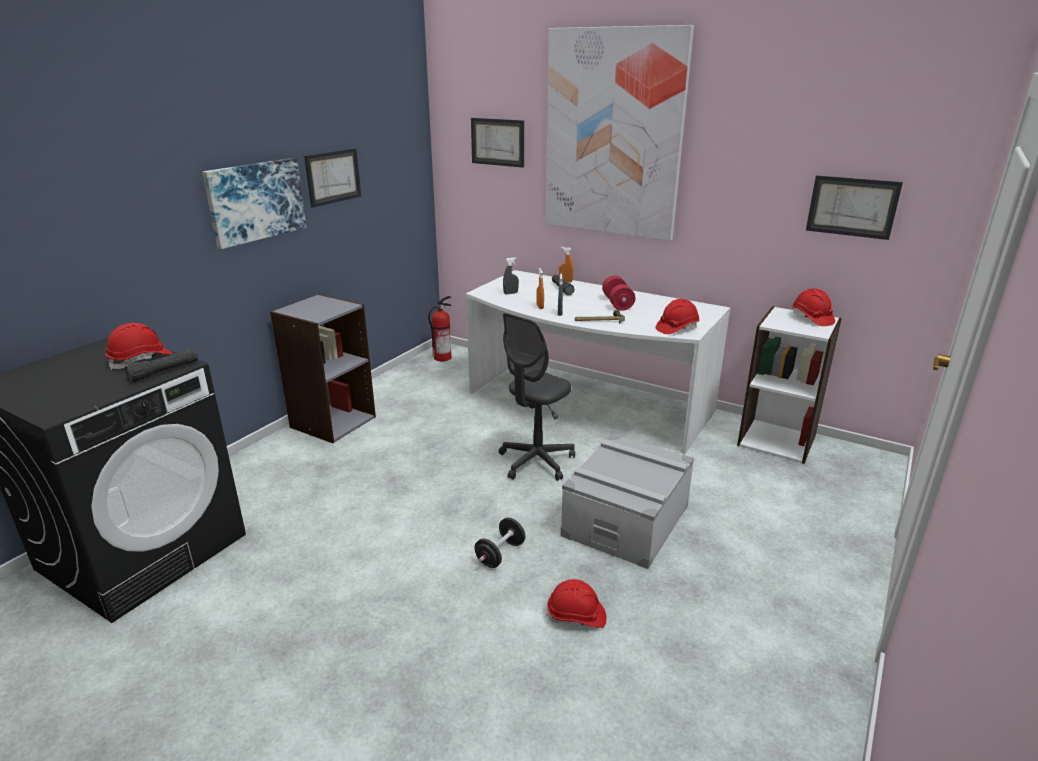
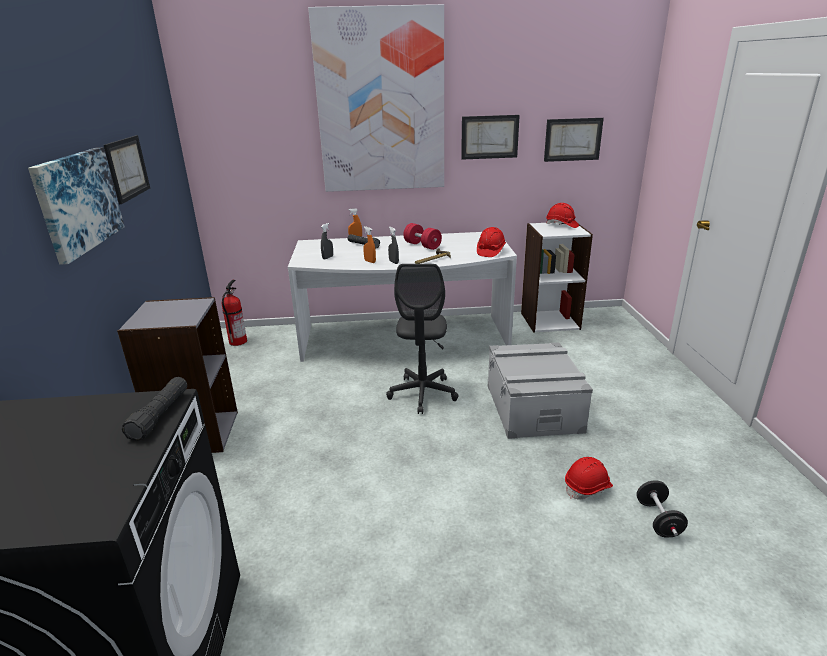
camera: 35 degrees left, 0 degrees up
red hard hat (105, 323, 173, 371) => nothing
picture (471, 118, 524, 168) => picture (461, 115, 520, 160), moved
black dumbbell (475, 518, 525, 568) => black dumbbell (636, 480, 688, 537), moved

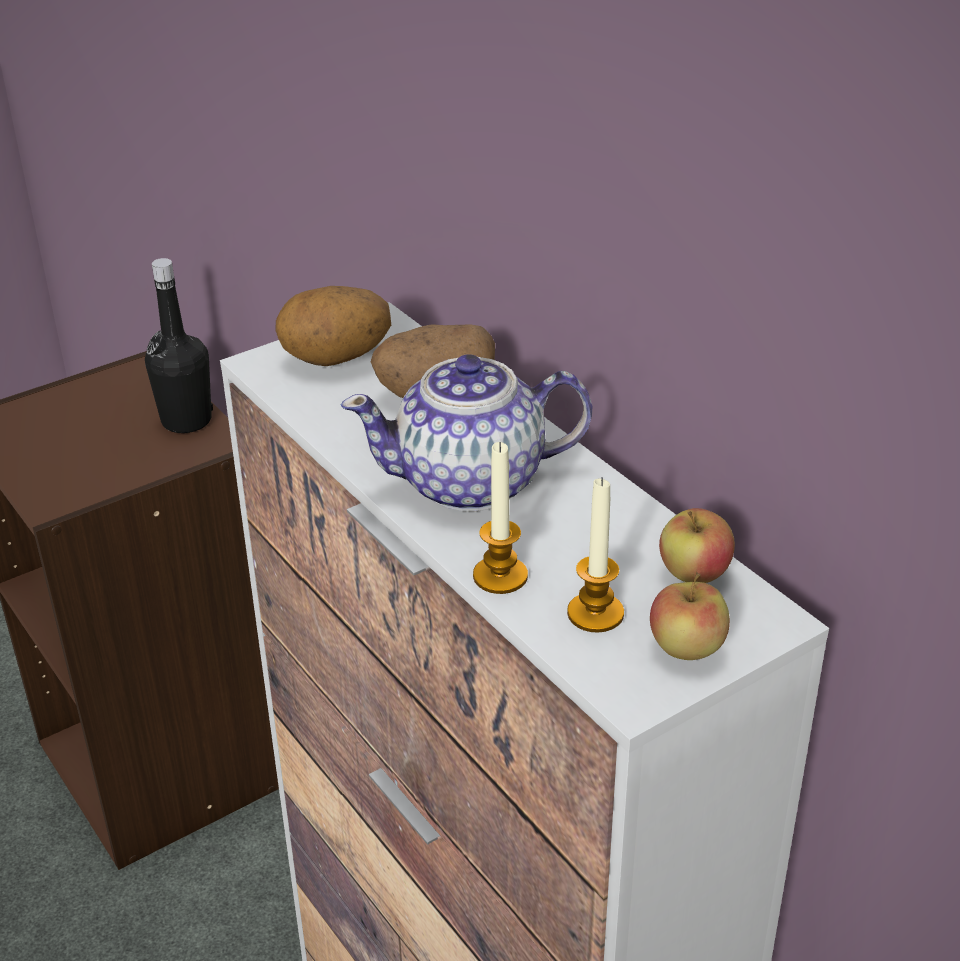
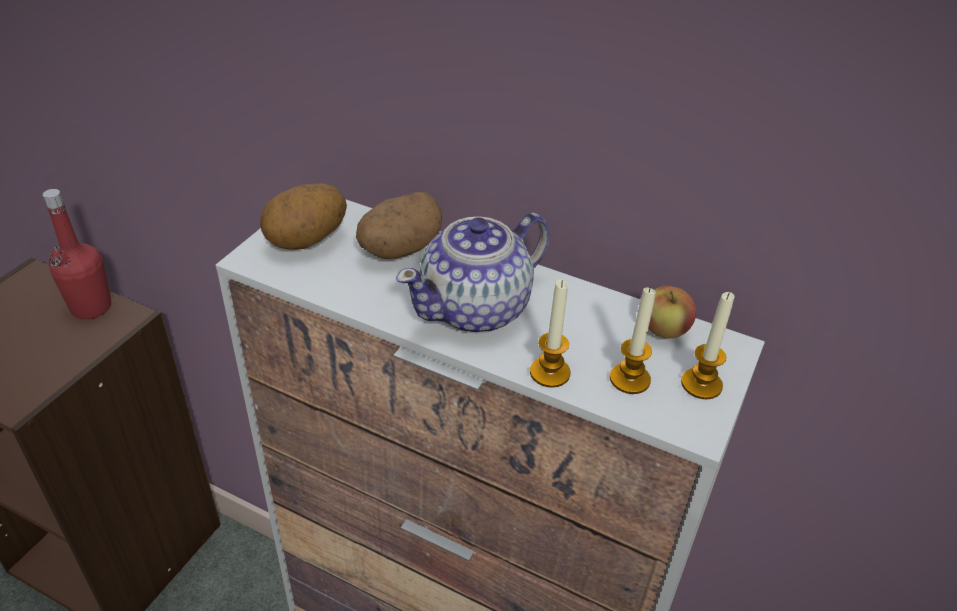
camera: 30 degrees left, 5 degrees up
black bottle (145, 258, 213, 433) => red bottle (43, 189, 111, 319)
apple (650, 572, 730, 660) => candle (681, 292, 735, 399)

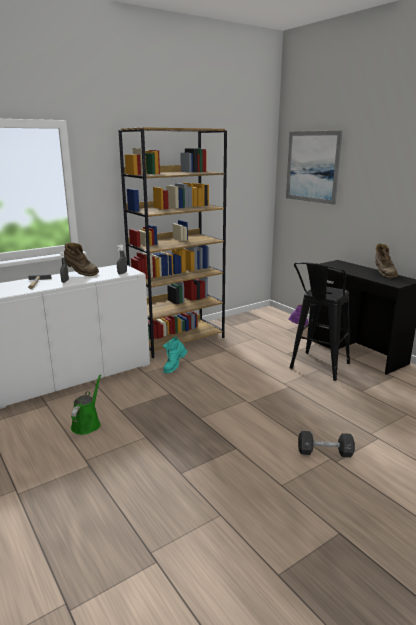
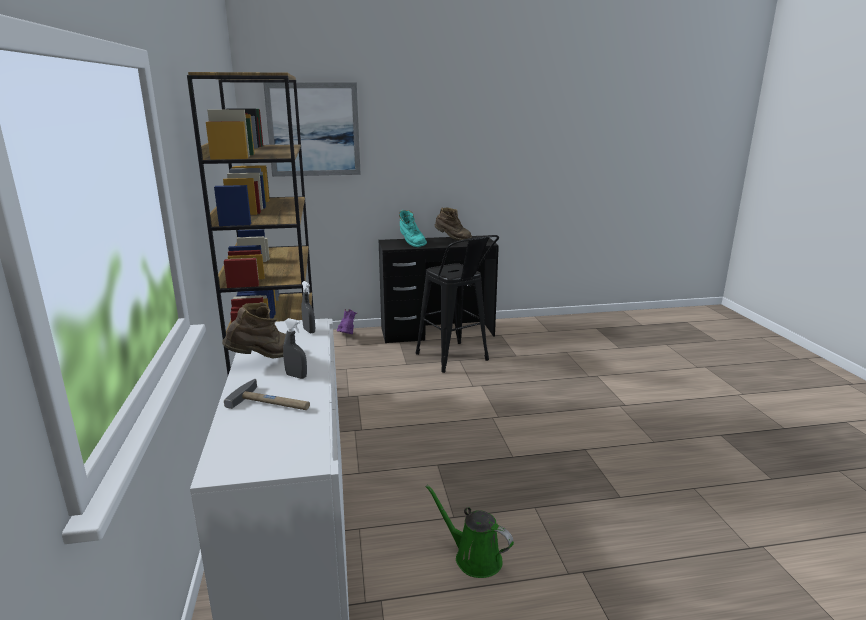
camera: 65 degrees left, 0 degrees up
turquoise boot (163, 337, 187, 373) => turquoise boot (399, 210, 427, 247), moved
black dumbbell (298, 431, 355, 458) => nothing

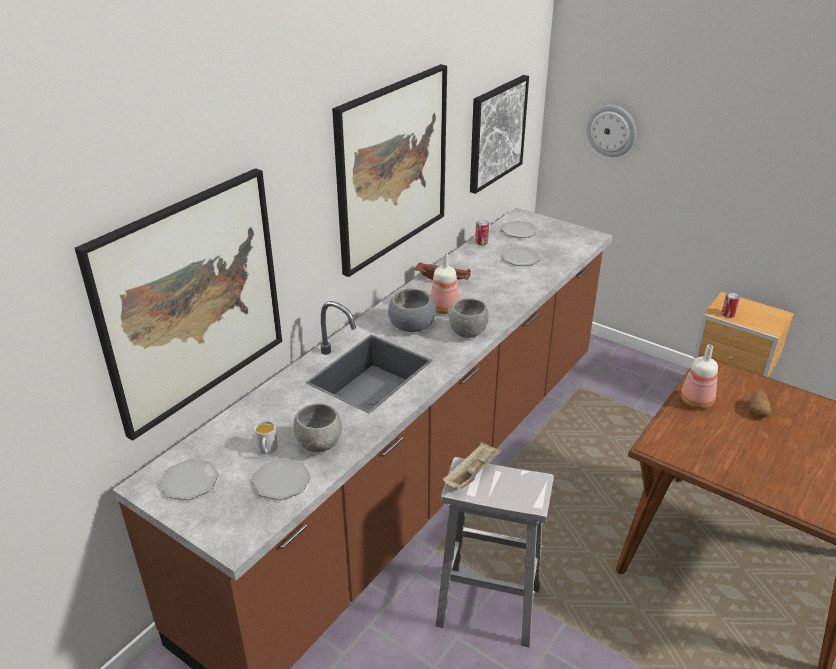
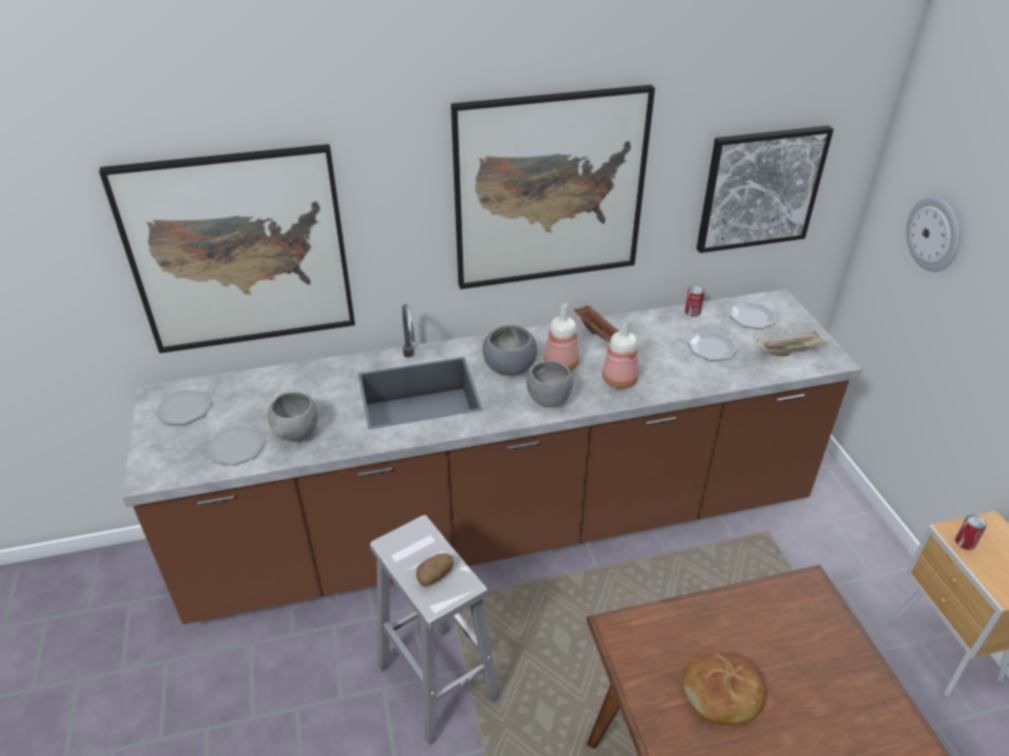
camera: 40 degrees right, 5 degrees up
white mug (254, 421, 278, 454) => nothing
beige tray (443, 442, 502, 490) => beige tray (757, 331, 828, 356), moved
bottle (681, 345, 718, 409) => bottle (602, 318, 639, 388), moved
potato (749, 390, 771, 418) => potato (416, 553, 454, 586), moved
nothing => bread (682, 653, 765, 725)

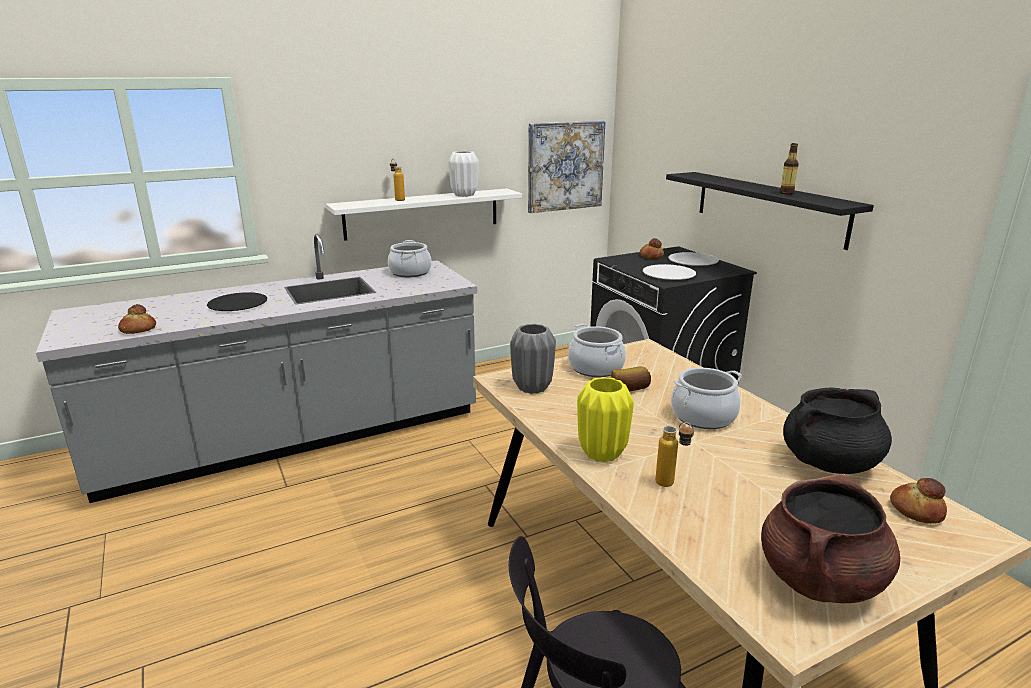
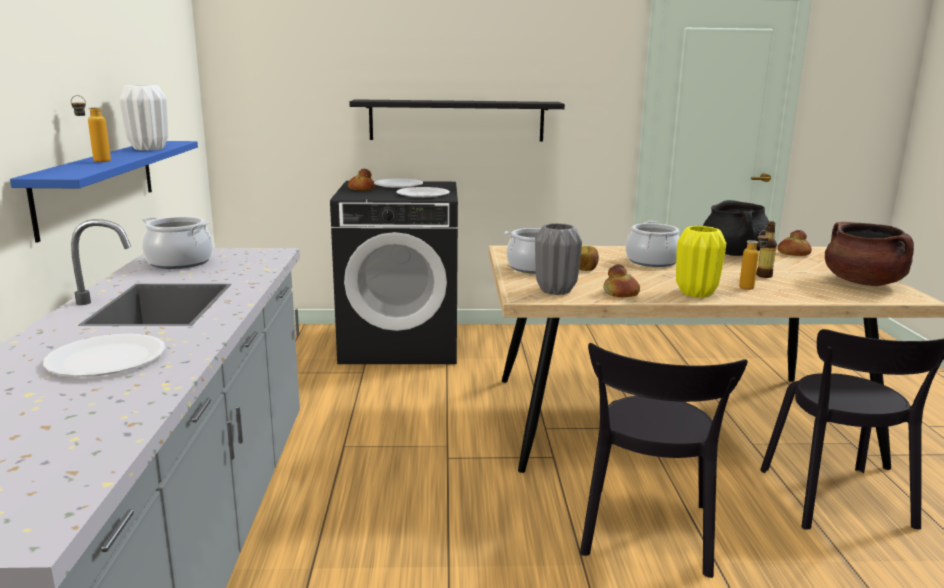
camera: 65 degrees left, 5 degrees down
bread (118, 304, 156, 334) => bread (603, 264, 640, 297), moved
black plate (207, 292, 267, 311) => white plate (43, 334, 165, 377)
white shelf (326, 188, 522, 241) => blue shelf (10, 141, 198, 242)
picture (528, 121, 606, 213) => nothing
bottle (780, 143, 799, 195) => bottle (756, 221, 777, 278), moved
nothing => black chair (580, 343, 748, 578)

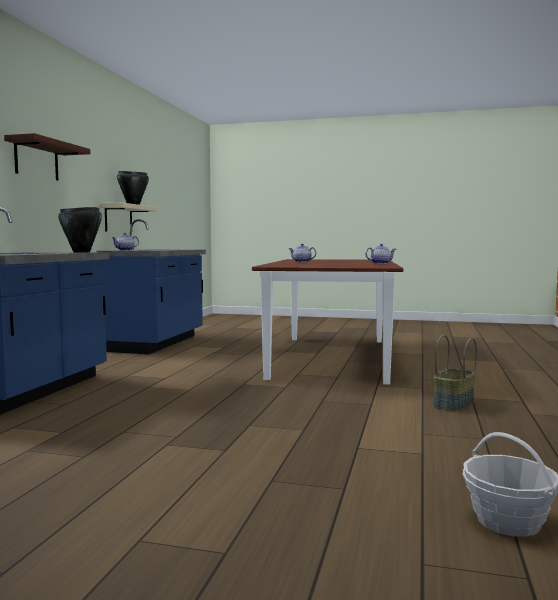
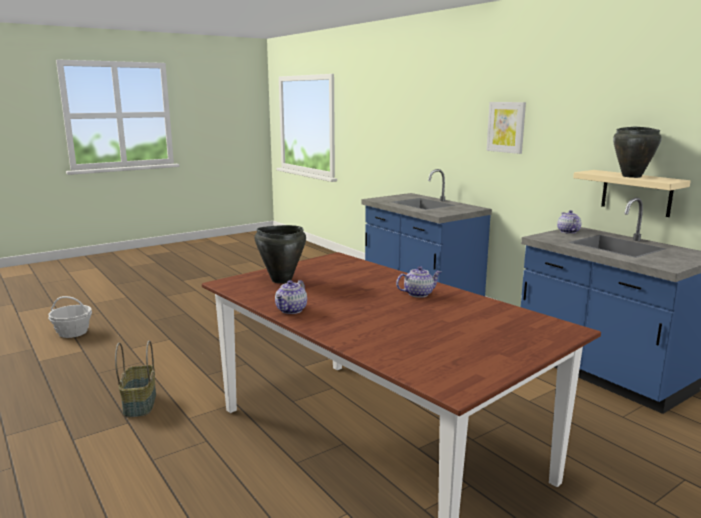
camera: 130 degrees right, 10 degrees up
brown shelf (4, 133, 90, 181) => picture (487, 102, 526, 154)
black cooking pot (58, 207, 102, 252) => black cooking pot (255, 225, 306, 283), moved

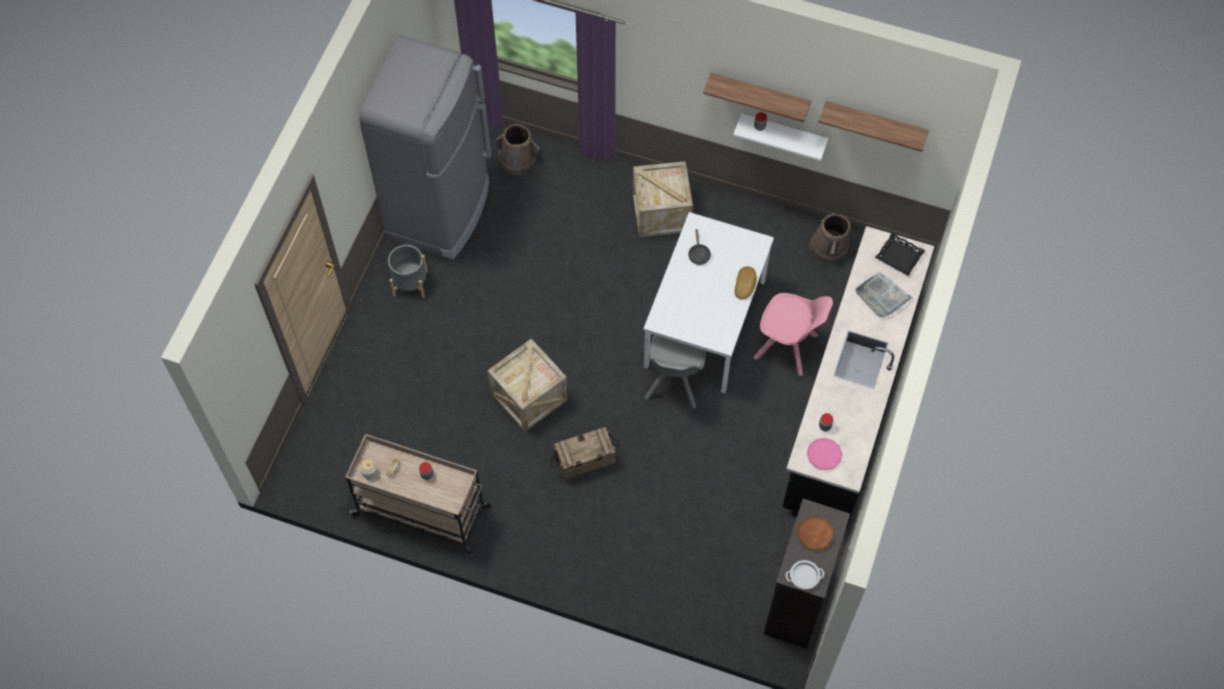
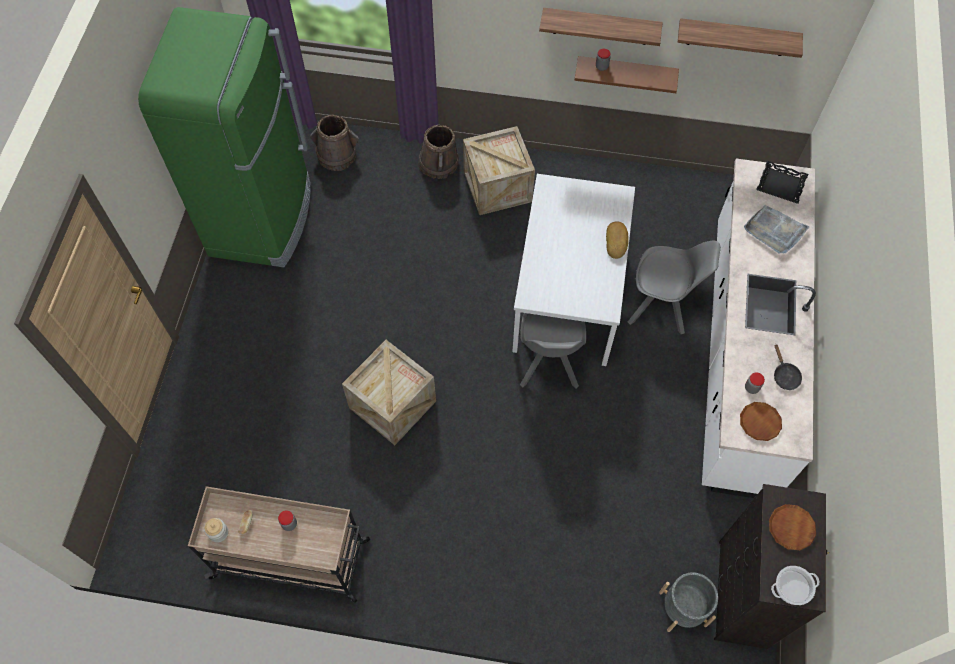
camera: 10 degrees left, 0 degrees up
grey fridge (359, 36, 491, 259) => green fridge (138, 7, 311, 267)
grey planter (388, 245, 428, 298) => grey planter (659, 572, 718, 632), moved
crate (551, 427, 619, 481) => nothing
black frying pan (688, 229, 711, 265) => black frying pan (774, 345, 802, 390), moved
white shelf (733, 113, 828, 161) => brown shelf (575, 56, 679, 93)
pink chair (753, 293, 833, 376) => grey chair (628, 241, 721, 334)
black counter (782, 226, 934, 528) => white counter (702, 159, 816, 498)
pink plate (807, 438, 842, 470) => brown plate (740, 402, 782, 441)
brown bucket (809, 213, 851, 262) => brown bucket (418, 125, 459, 179), moved

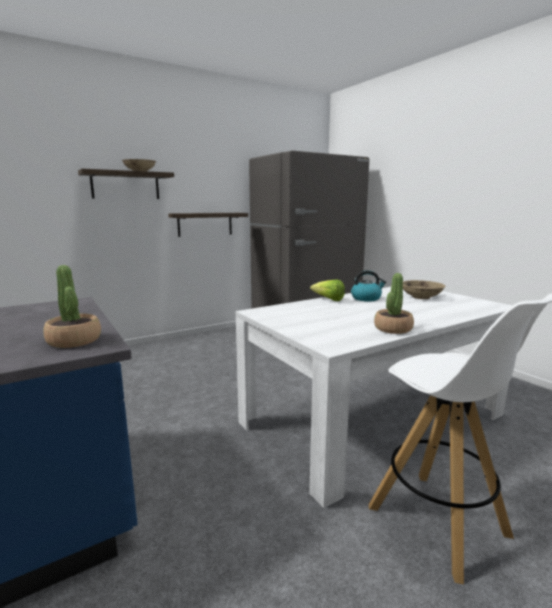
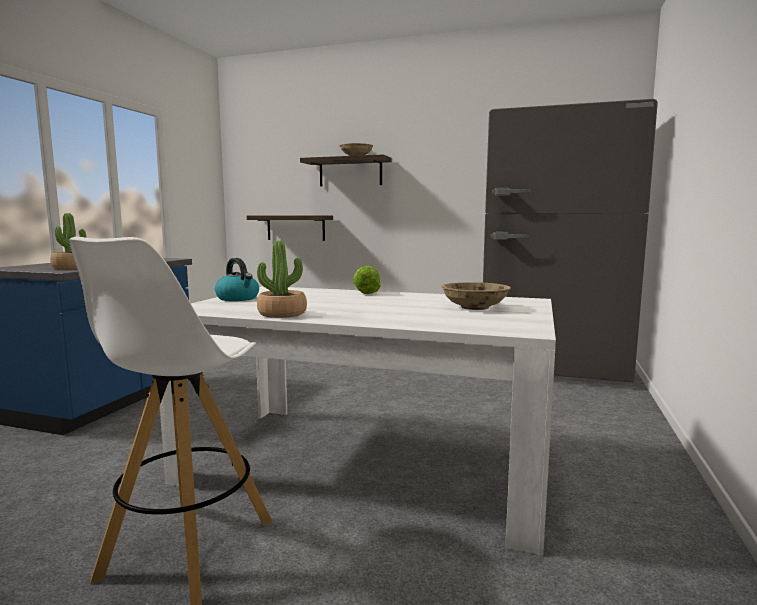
camera: 50 degrees right, 5 degrees down
shelf (168, 213, 248, 237) => shelf (247, 215, 333, 241), moved
kettle (351, 270, 386, 301) => kettle (215, 258, 259, 301), moved

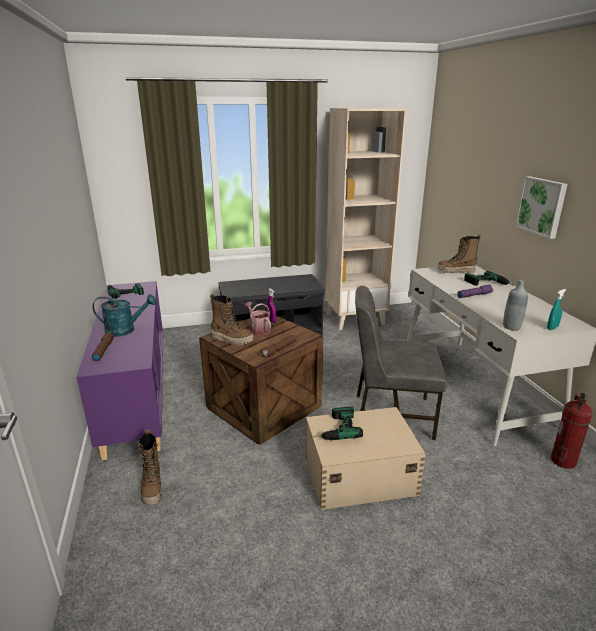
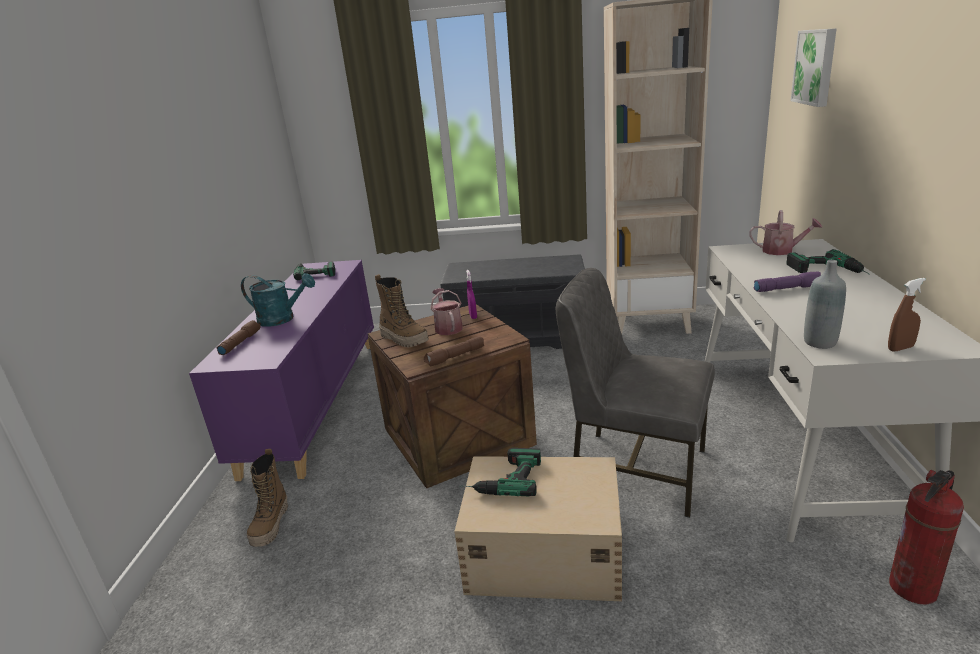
camera: 20 degrees right, 0 degrees up
boot (437, 235, 481, 273) => watering can (750, 210, 822, 255)
picture (515, 176, 568, 239) => picture (791, 28, 837, 107), moved
turquoise spray bottle (547, 289, 566, 330) => brown spray bottle (888, 278, 926, 351)

